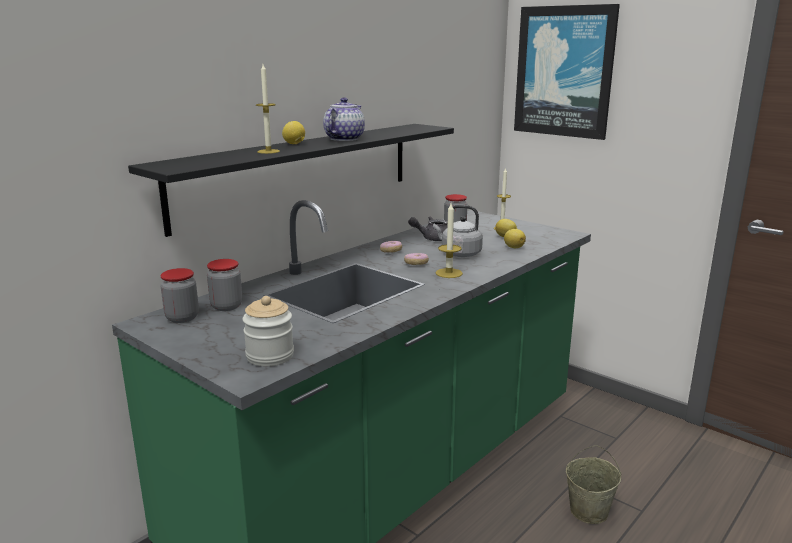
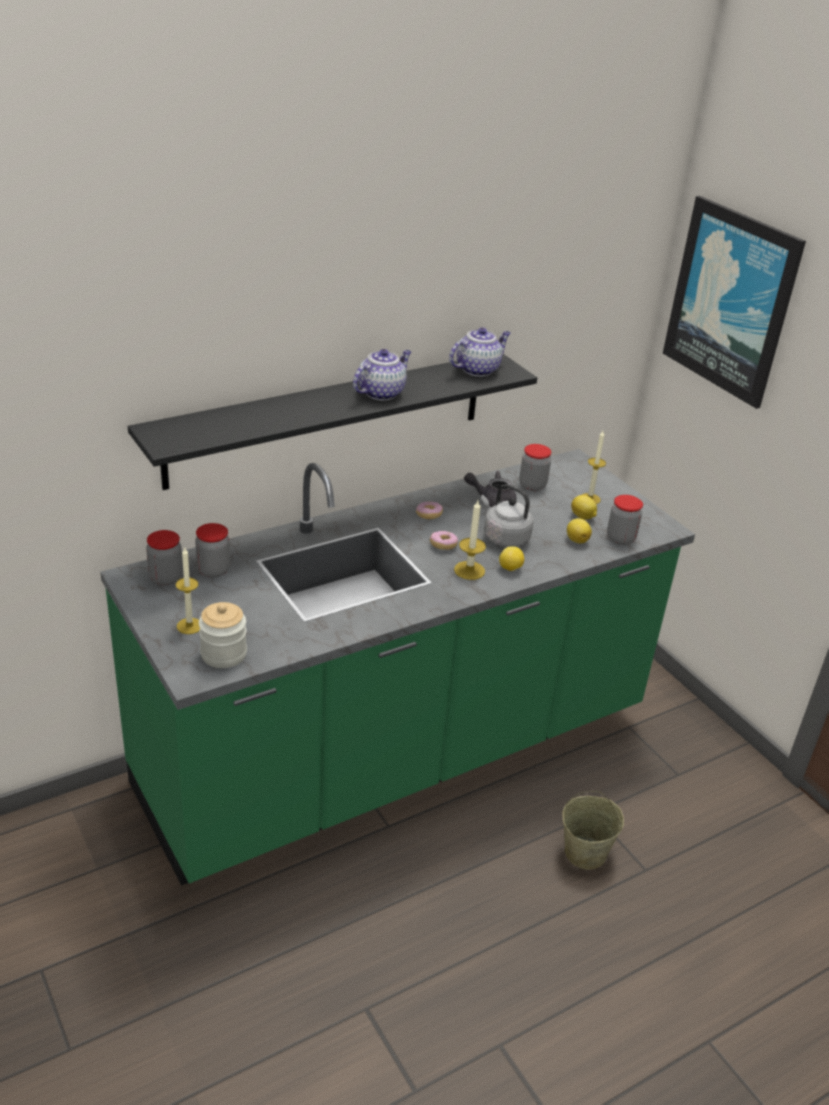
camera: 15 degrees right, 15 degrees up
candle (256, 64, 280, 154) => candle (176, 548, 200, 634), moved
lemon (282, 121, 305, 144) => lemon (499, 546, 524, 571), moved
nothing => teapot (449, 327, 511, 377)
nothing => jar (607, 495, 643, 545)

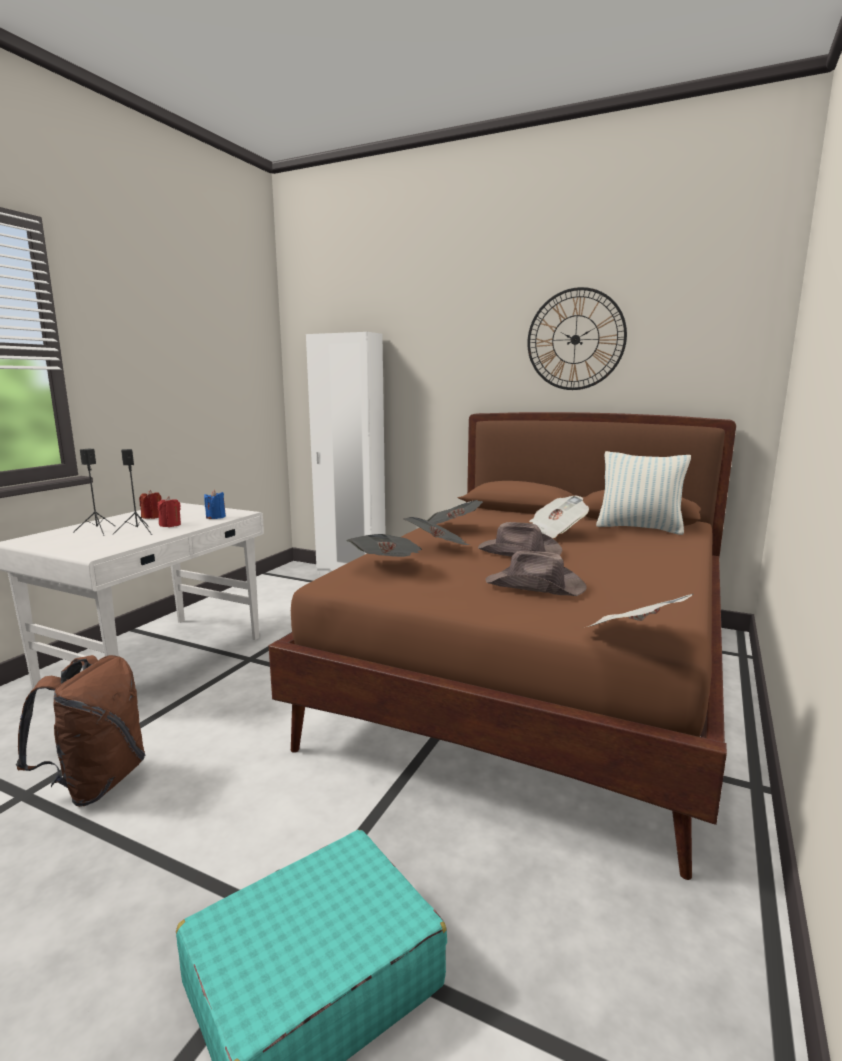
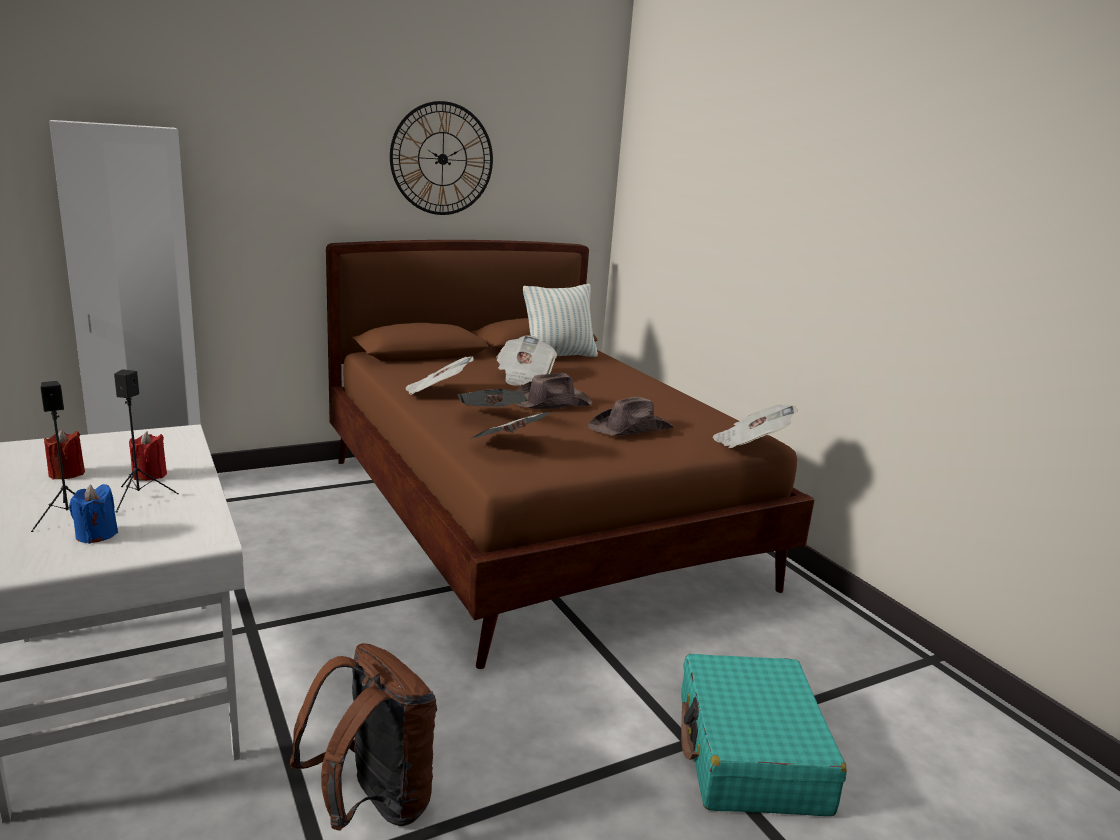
camera: 55 degrees left, 5 degrees up
blue candle (204, 490, 226, 519) => blue candle (69, 484, 118, 544), moved

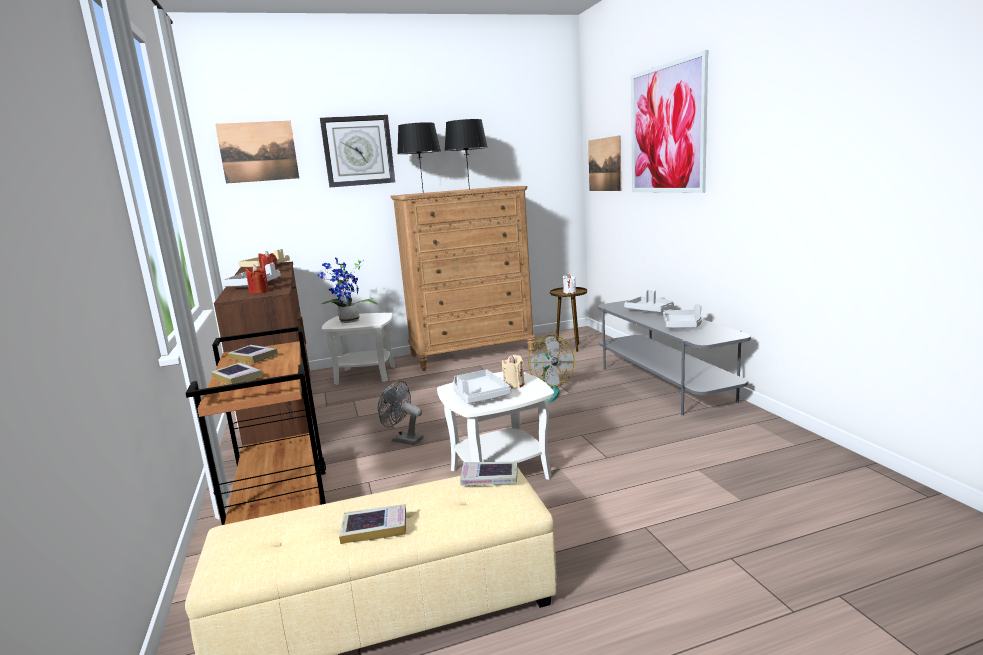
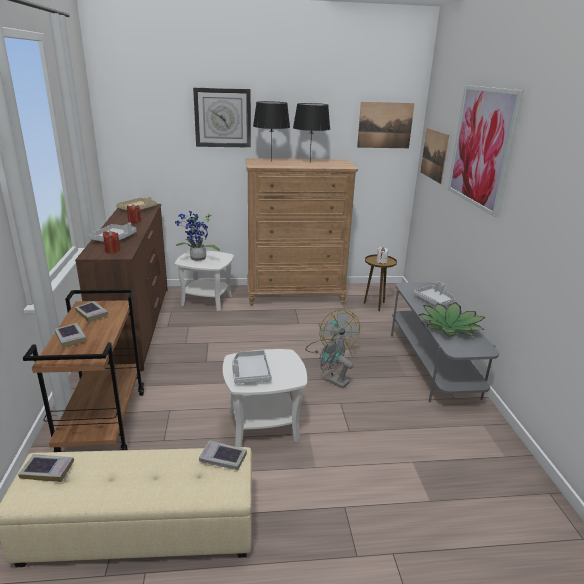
camera: 10 degrees right, 10 degrees up
picture (215, 121, 299, 184) => picture (357, 102, 415, 148), moved
book (339, 504, 406, 544) => book (18, 454, 74, 482), moved
grey fan (378, 380, 424, 445) => grey fan (320, 338, 353, 388), moved
beige candle (502, 355, 525, 388) => nothing
grey tray (663, 304, 702, 328) => potted plant (419, 302, 485, 336)

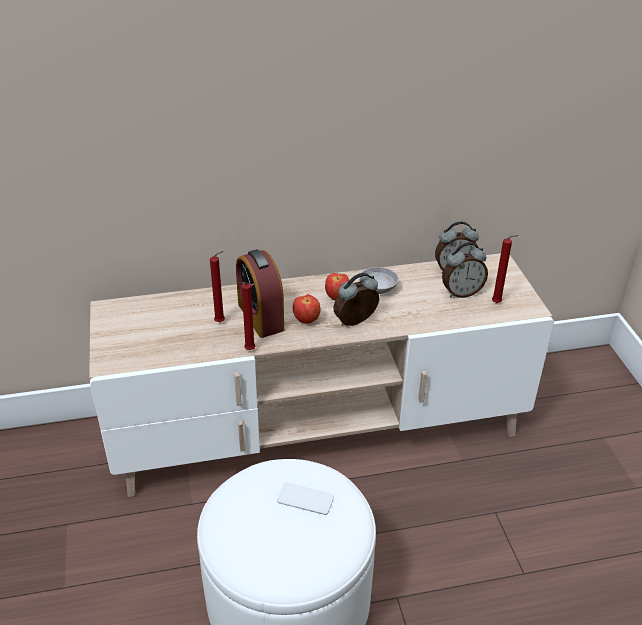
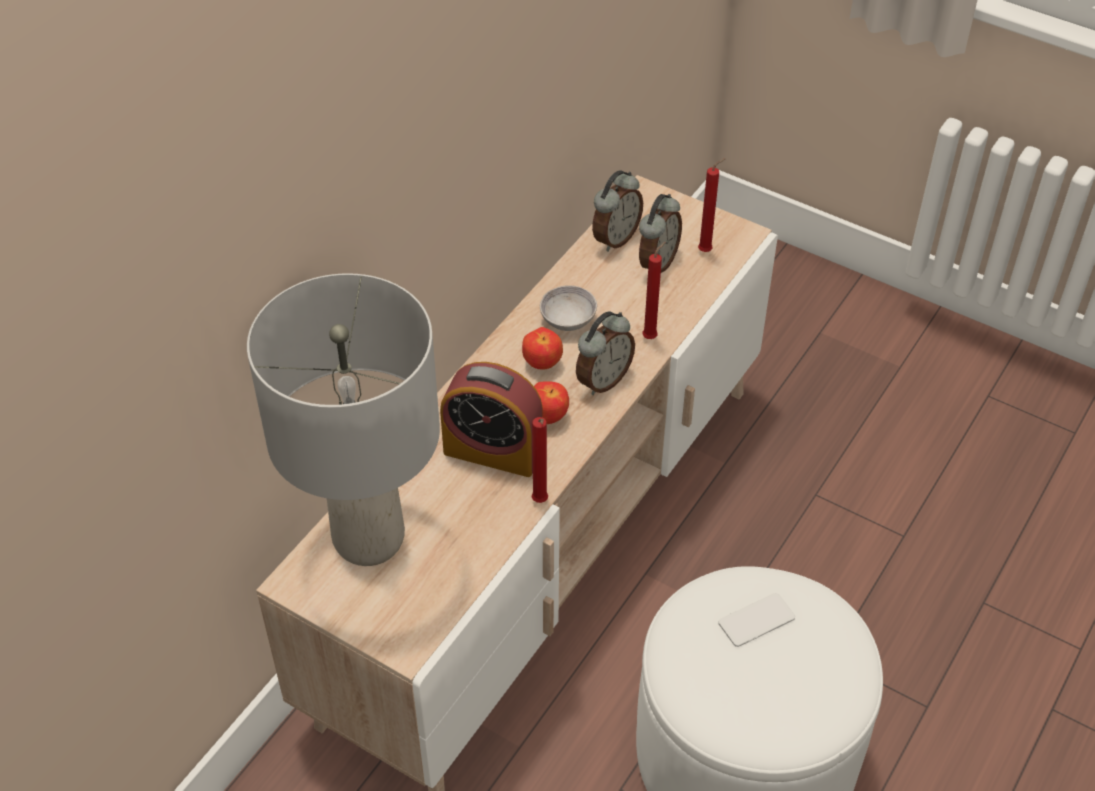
camera: 45 degrees left, 10 degrees up
red candle (210, 251, 225, 322) => red candle (642, 242, 665, 339), moved
alarm clock (333, 273, 379, 326) => alarm clock (576, 311, 635, 395), 150 degrees counterclockwise
nothing => grey table lamp (247, 273, 440, 566)

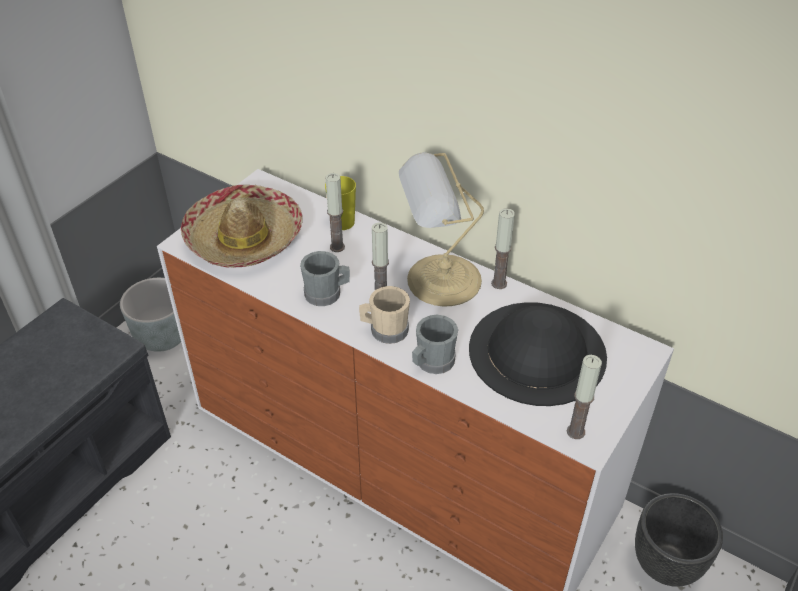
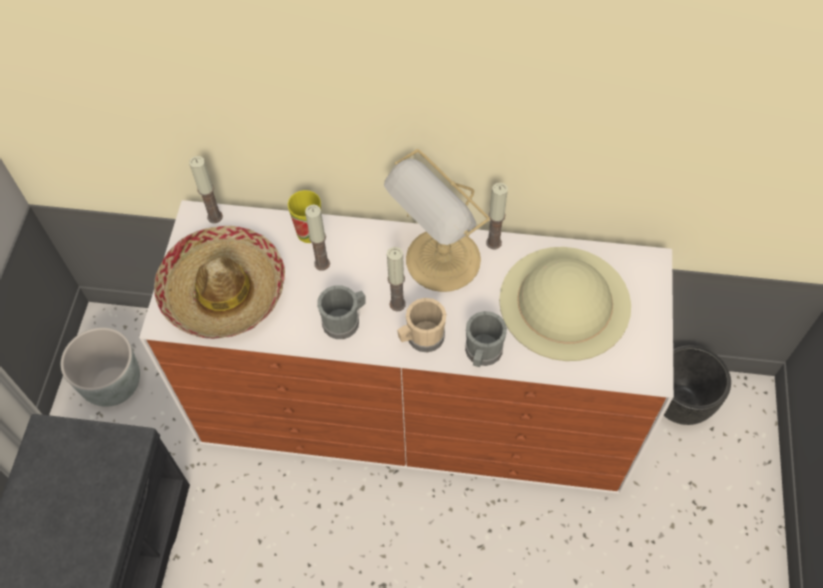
camera: 25 degrees left, 15 degrees up
black hat (469, 302, 607, 406) => beige hat (499, 247, 631, 361)
candle (567, 355, 602, 439) => candle (189, 156, 223, 223), moved

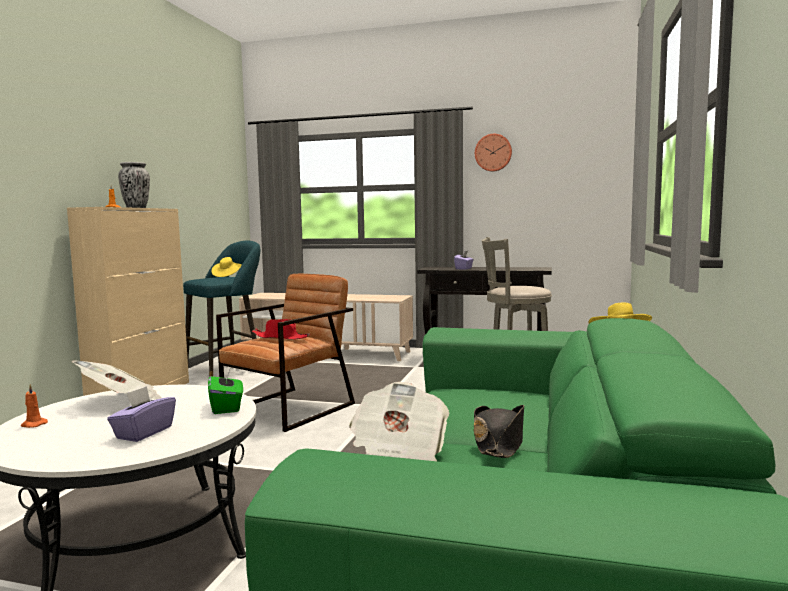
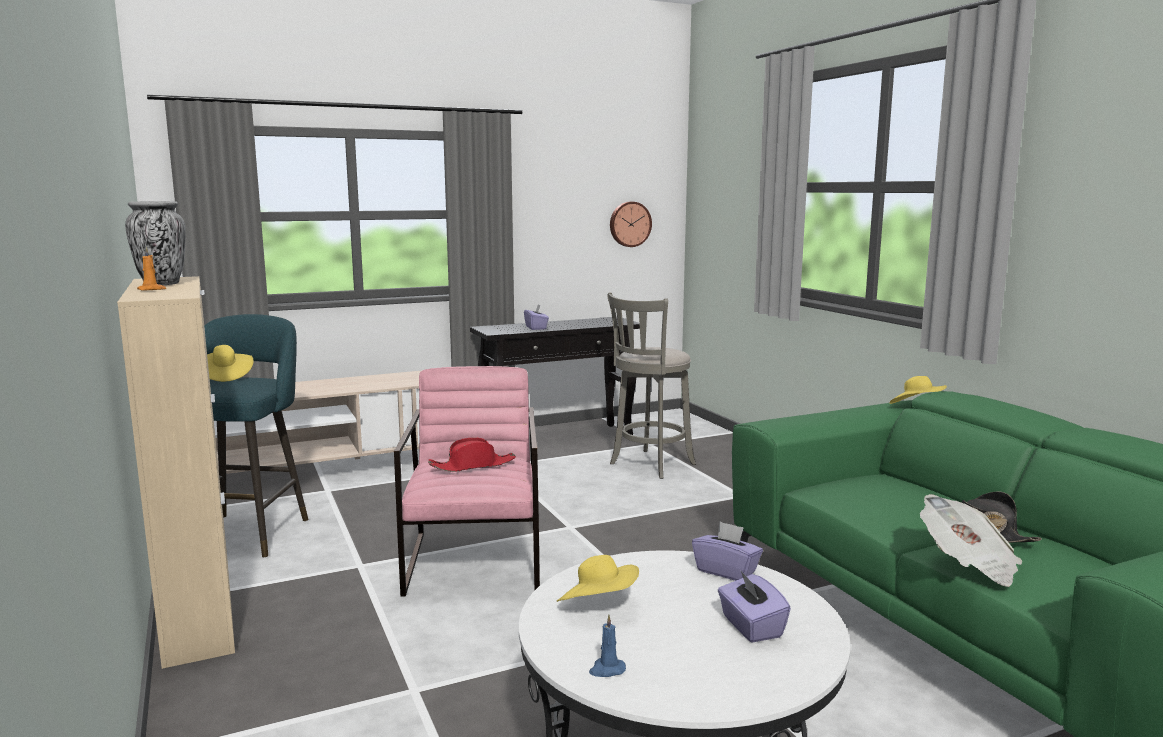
camera: 40 degrees left, 5 degrees up
orange candle (21, 384, 48, 428) => blue candle (589, 615, 626, 677)
newspaper (72, 361, 162, 399) => yellow hat (557, 555, 639, 602)
green tissue box (208, 367, 243, 414) => purple tissue box (692, 521, 763, 581)
brown armchair (216, 274, 355, 432) => pink armchair (394, 366, 540, 597)
wall clock (475, 134, 512, 172) => wall clock (610, 202, 652, 247), moved

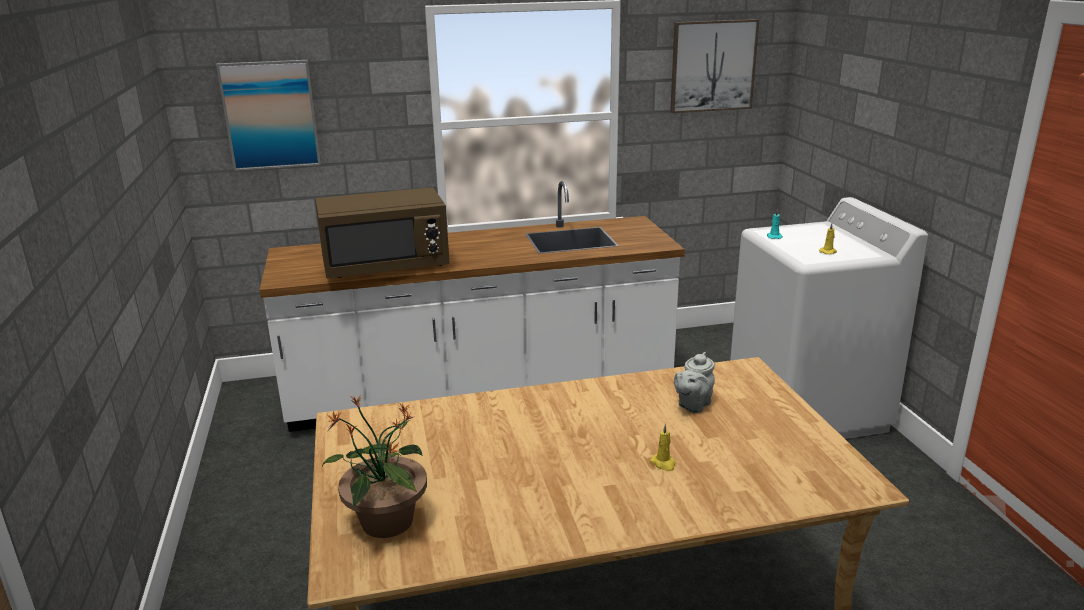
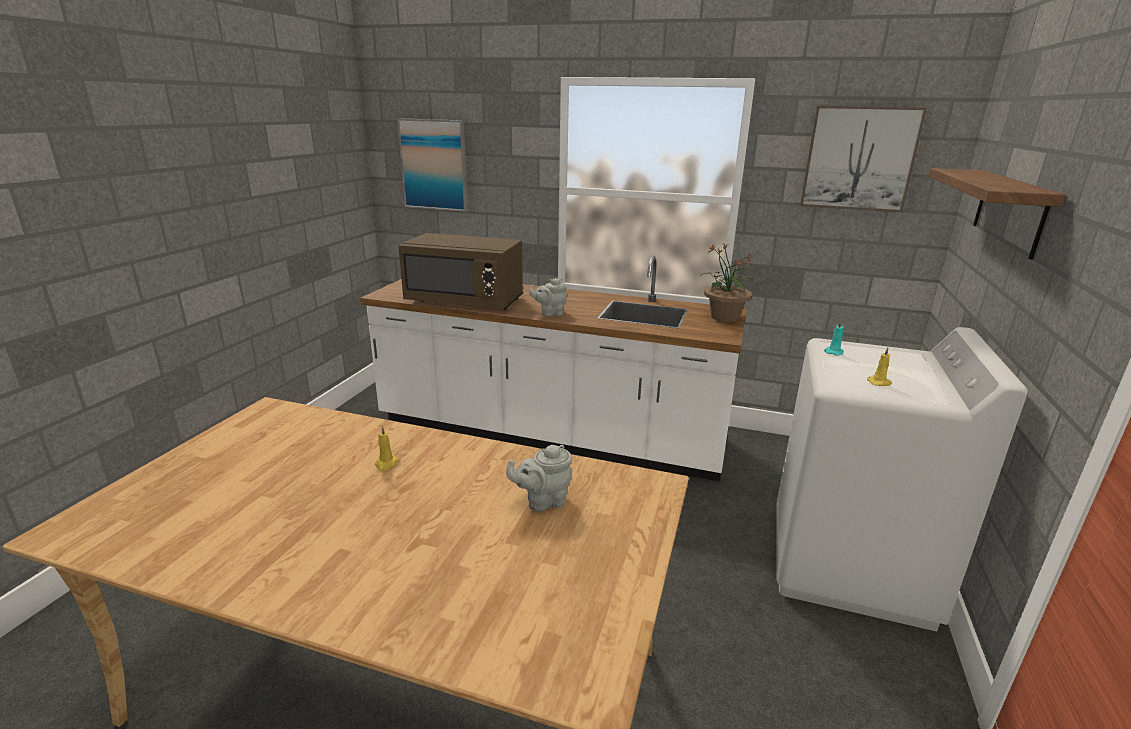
camera: 30 degrees right, 0 degrees up
potted plant (322, 394, 427, 538) => potted plant (701, 244, 753, 322), moved
yellow candle (650, 424, 676, 471) => yellow candle (375, 426, 399, 471), moved
nothing => grey teapot (529, 278, 567, 317)
nothing => shelf (928, 168, 1066, 260)

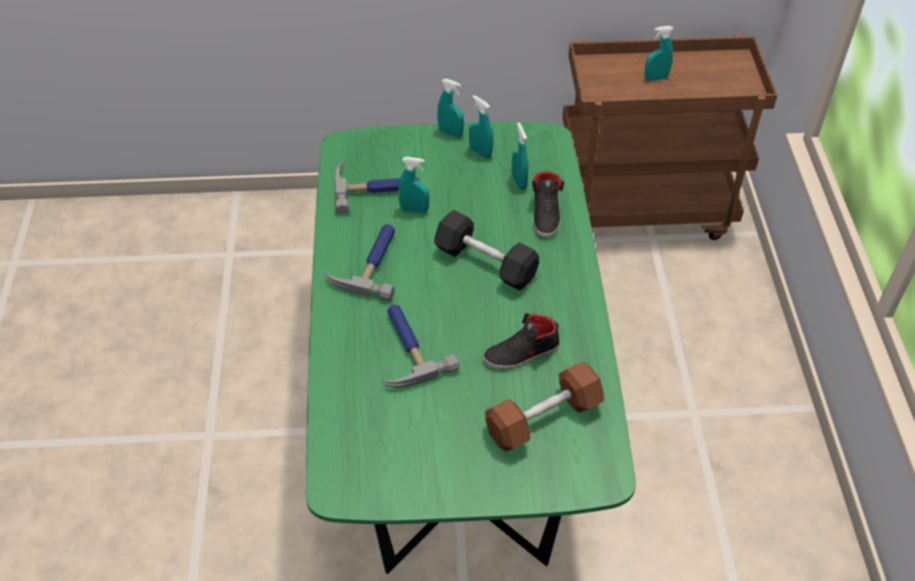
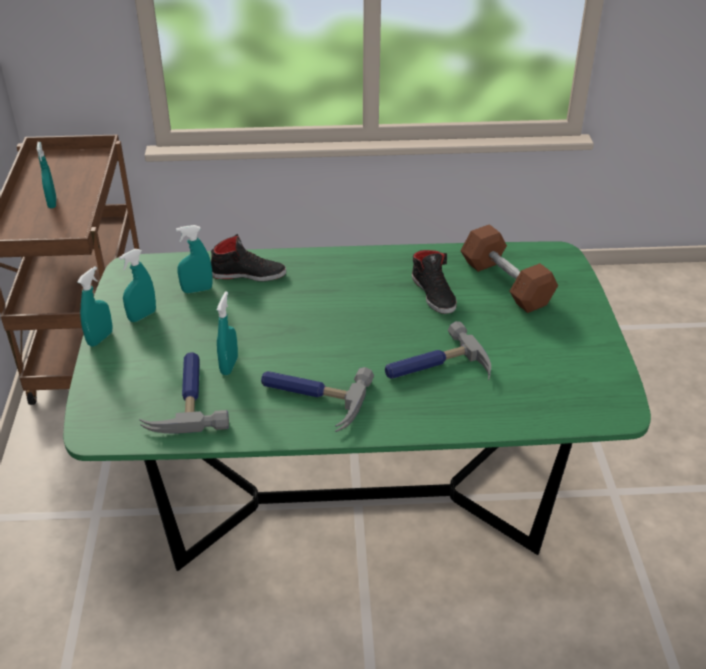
camera: 90 degrees left, 10 degrees down
black dumbbell (434, 210, 539, 290) => nothing

